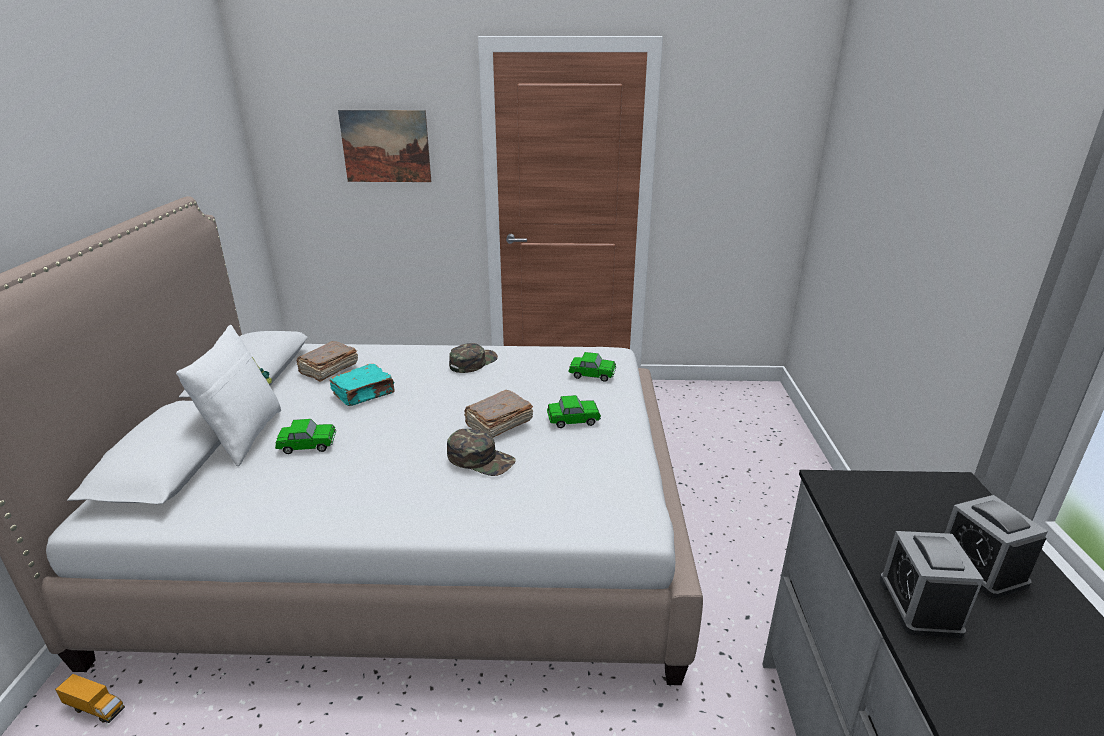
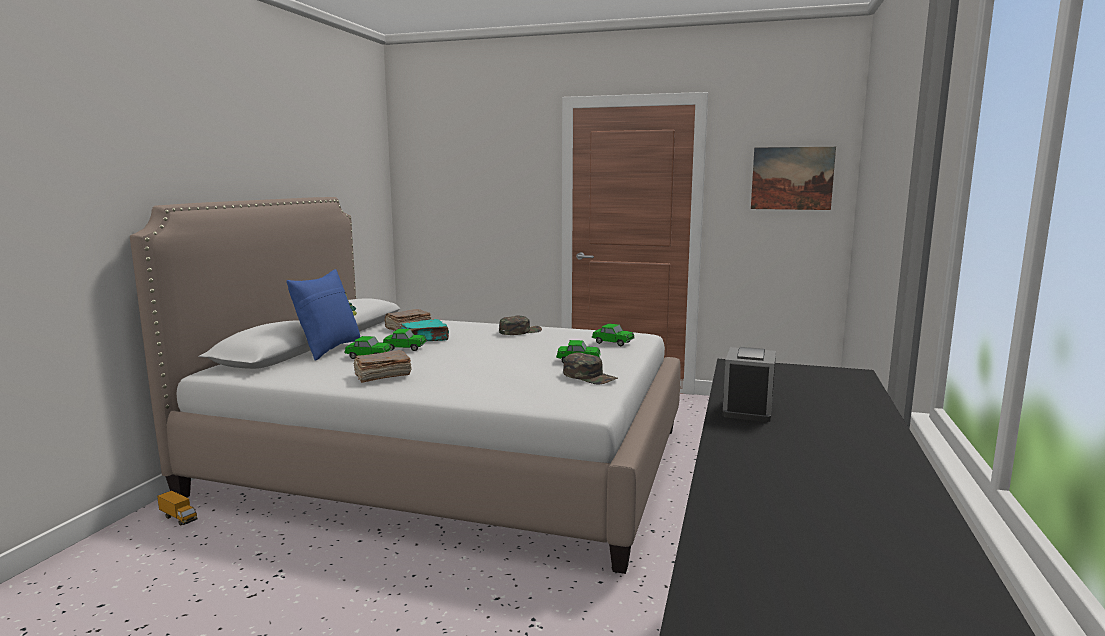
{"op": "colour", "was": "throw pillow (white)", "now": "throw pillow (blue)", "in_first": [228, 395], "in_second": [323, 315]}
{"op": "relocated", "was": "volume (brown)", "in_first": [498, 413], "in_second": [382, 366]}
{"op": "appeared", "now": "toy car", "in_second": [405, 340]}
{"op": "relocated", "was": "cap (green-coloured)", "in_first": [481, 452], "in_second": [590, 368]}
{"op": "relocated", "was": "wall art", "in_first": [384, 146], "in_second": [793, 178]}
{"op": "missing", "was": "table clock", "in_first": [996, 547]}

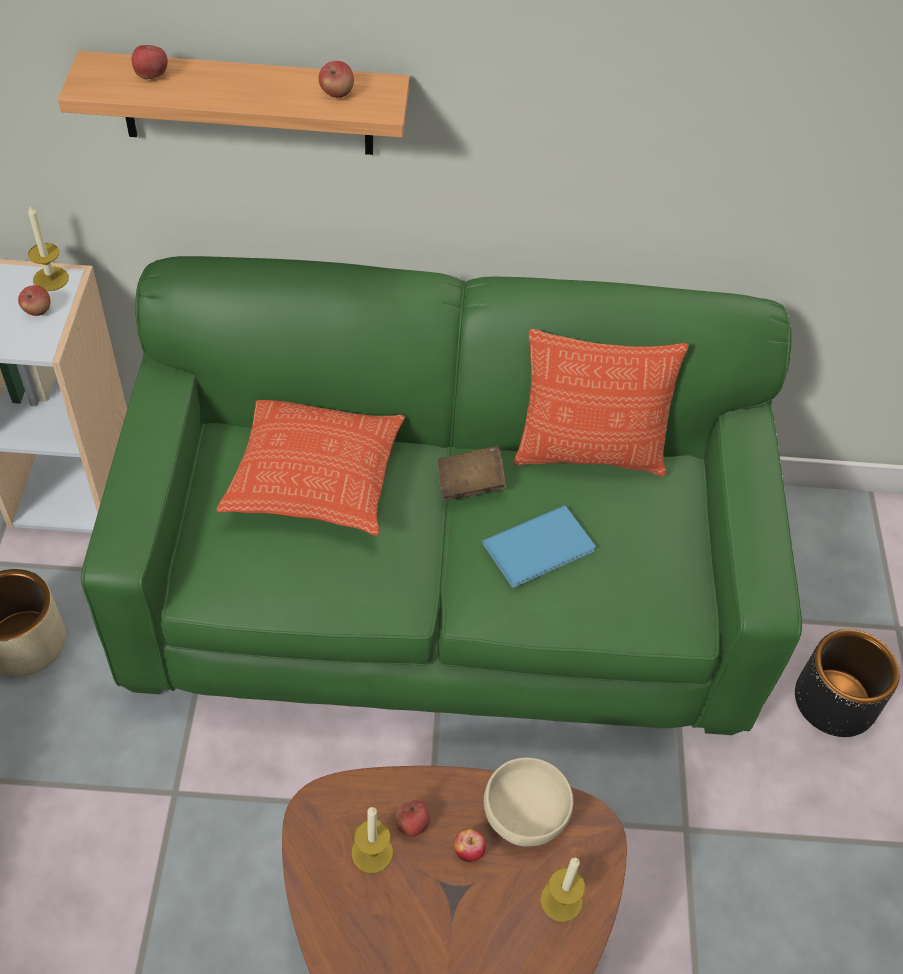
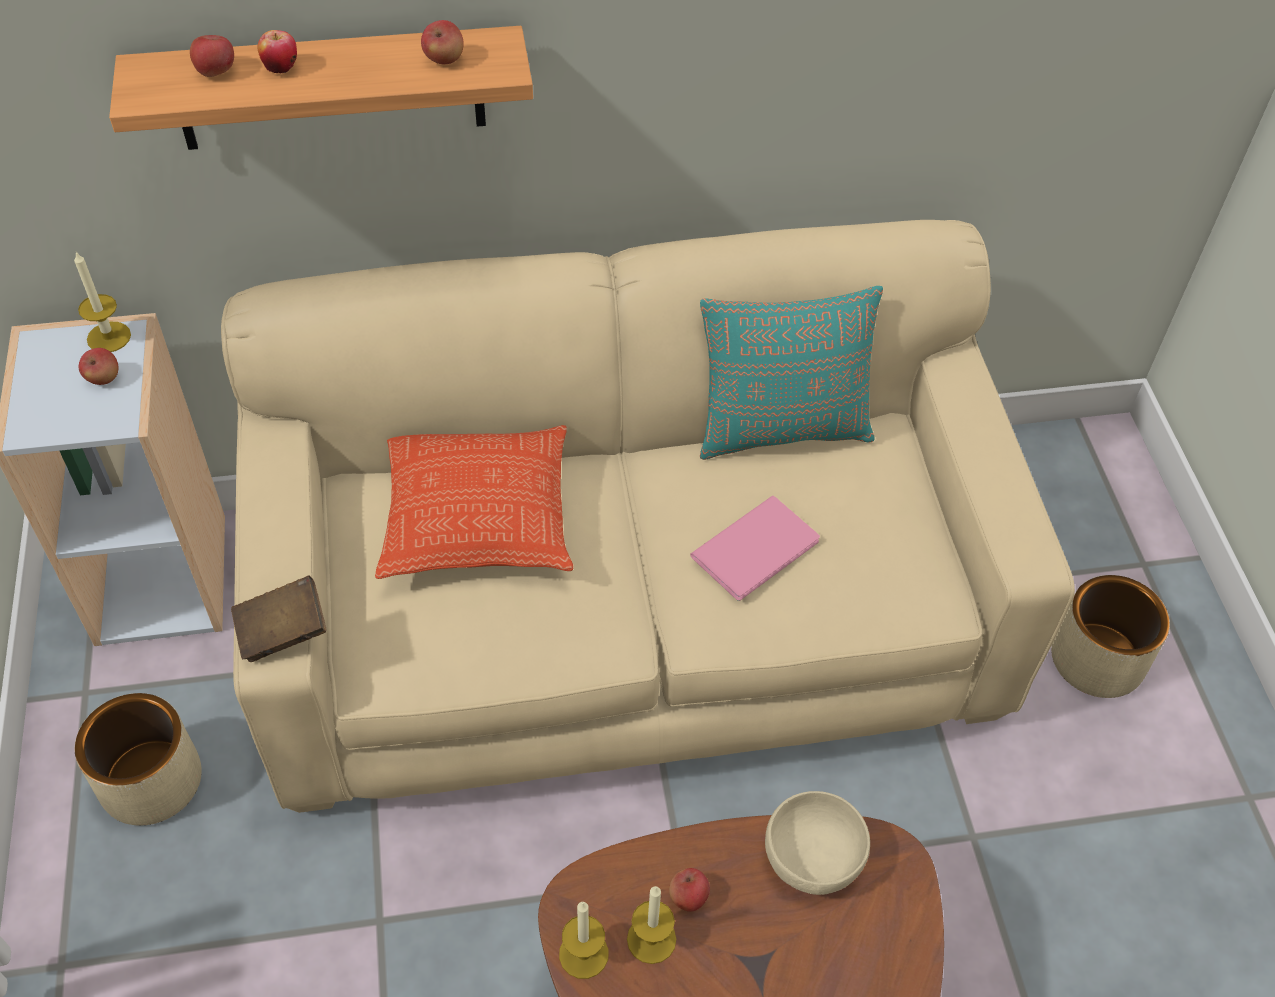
{"op": "colour", "was": "settee (green-coloured)", "now": "settee (sand-coloured)", "in_first": [441, 495], "in_second": [648, 516]}
{"op": "relocated", "was": "volume (brown)", "in_first": [471, 473], "in_second": [279, 619]}
{"op": "relocated", "was": "apple", "in_first": [470, 845], "in_second": [277, 51]}
{"op": "relocated", "was": "candle", "in_first": [562, 890], "in_second": [583, 940]}
{"op": "colour", "was": "volume (blue)", "now": "volume (pink)", "in_first": [538, 546], "in_second": [755, 548]}
{"op": "colour", "was": "throw pillow (orangey)", "now": "throw pillow (turquoise-coloured)", "in_first": [600, 403], "in_second": [791, 373]}
{"op": "colour", "was": "plant pot (blackish)", "now": "plant pot (sand-coloured)", "in_first": [847, 683], "in_second": [1110, 636]}

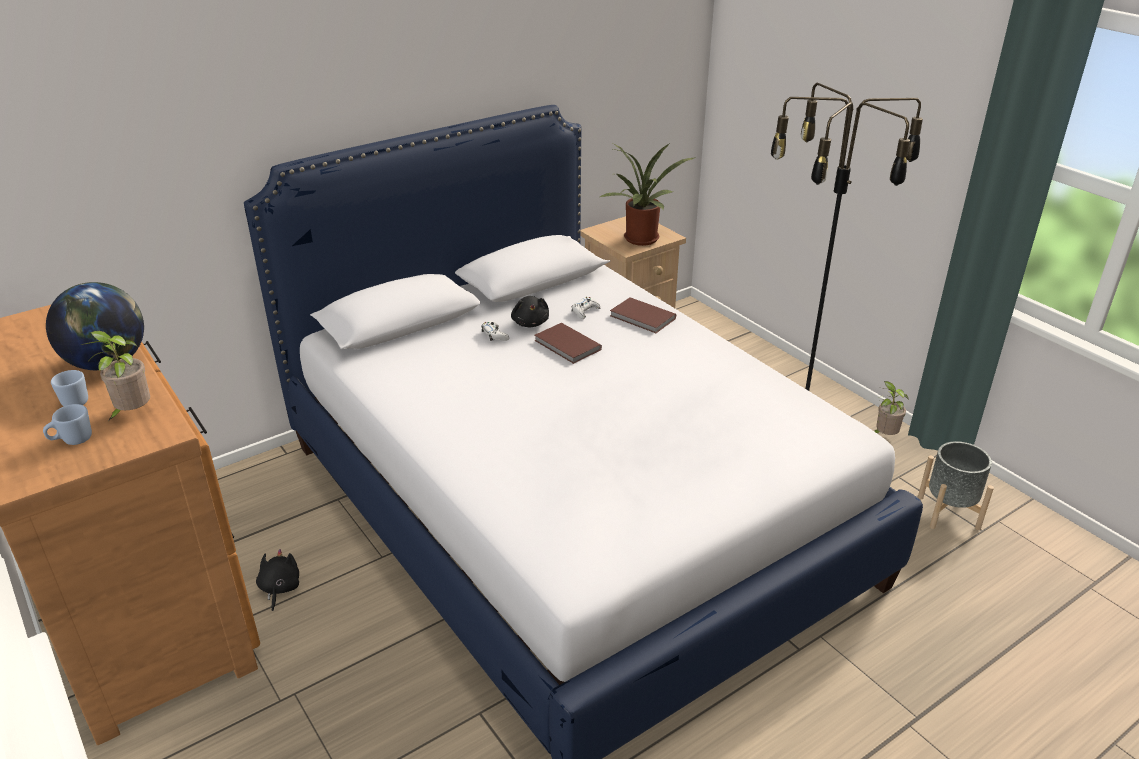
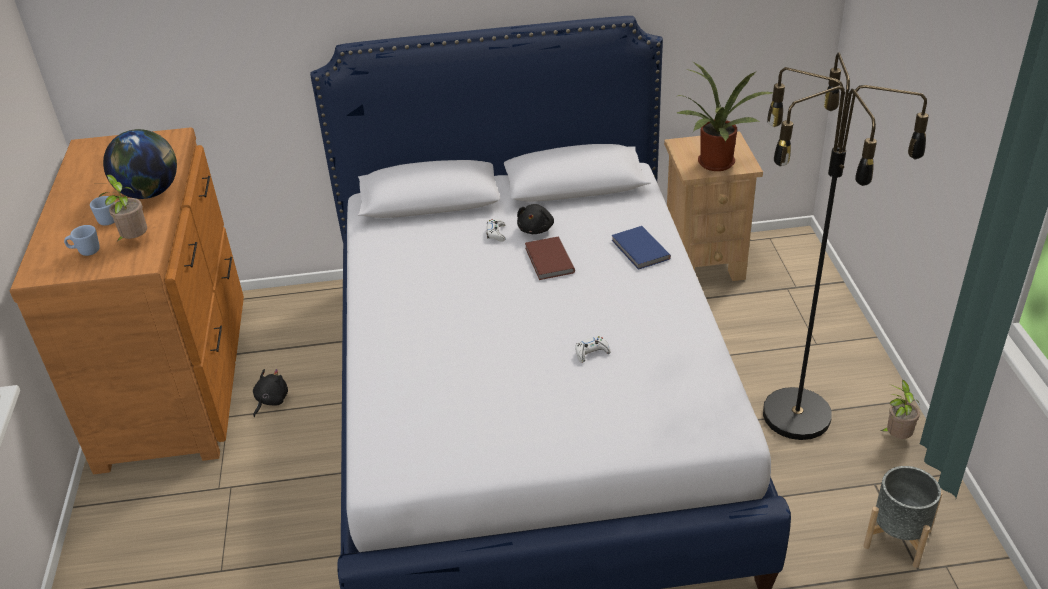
{"op": "relocated", "was": "joypad (white)", "in_first": [586, 308], "in_second": [592, 349]}
{"op": "colour", "was": "volume (brown)", "now": "volume (blue)", "in_first": [643, 315], "in_second": [641, 248]}

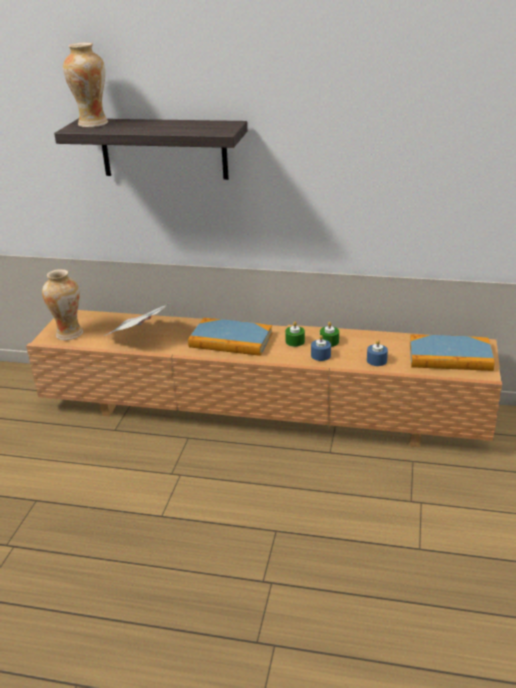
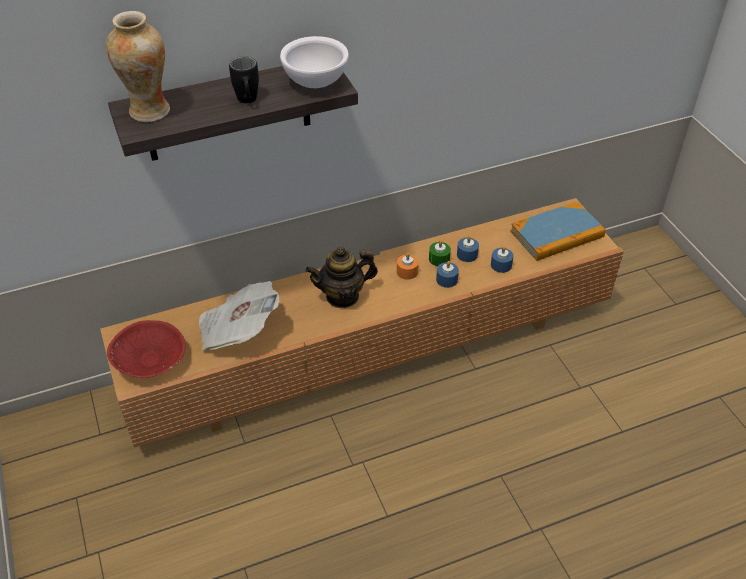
{"op": "exchanged", "was": "decorative vase", "now": "serving bowl (red-coloured)", "in_first": [62, 304], "in_second": [146, 349]}
{"op": "appeared", "now": "tea mug (blackish)", "in_second": [244, 79]}
{"op": "appeared", "now": "serving bowl (white)", "in_second": [314, 62]}
{"op": "exchanged", "was": "volume", "now": "pot for tea", "in_first": [230, 337], "in_second": [342, 277]}
{"op": "colour", "was": "candle (green-coloured)", "now": "candle (orangey)", "in_first": [295, 334], "in_second": [407, 266]}
{"op": "appeared", "now": "candle (blue)", "in_second": [468, 249]}

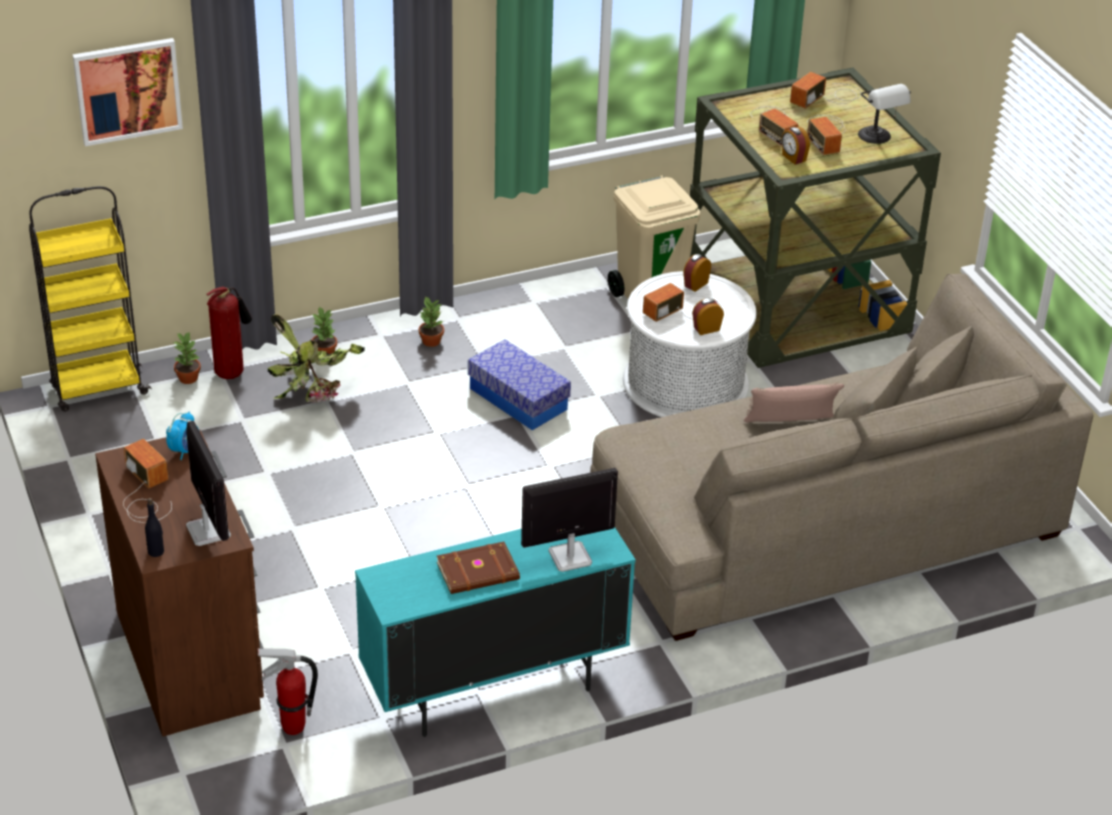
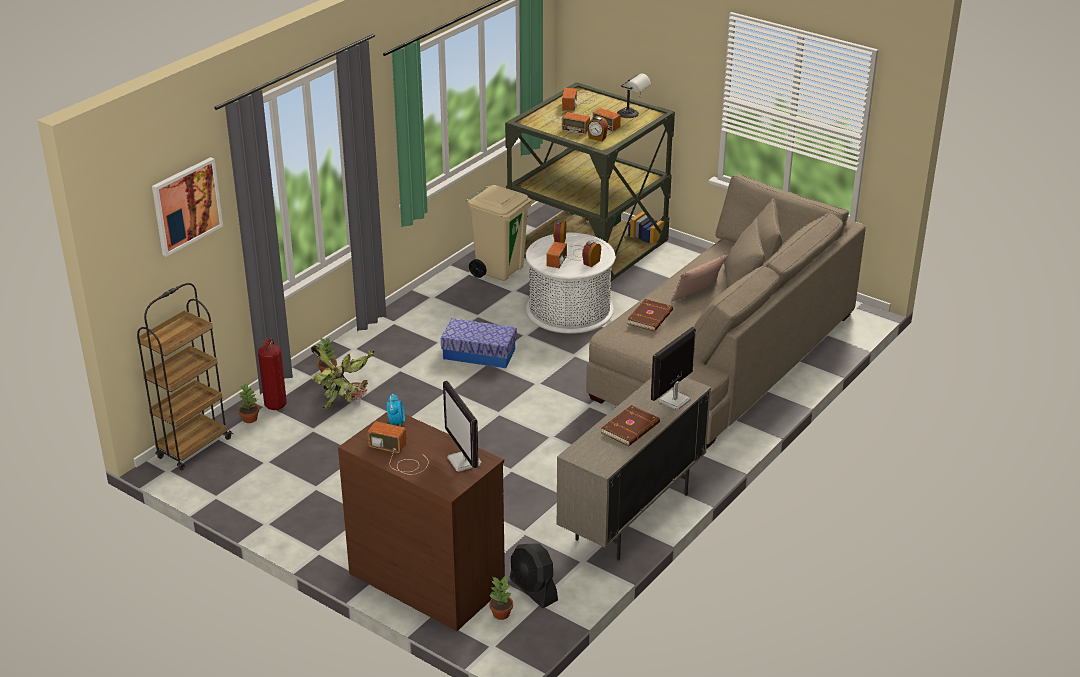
{"op": "colour", "was": "wheeled cart (yellow-coloured)", "now": "wheeled cart (brown)", "in_first": [90, 299], "in_second": [185, 376]}
{"op": "spun", "was": "computer display", "in_first": [208, 483], "in_second": [462, 426], "clockwise": -150}
{"op": "relocated", "was": "plant in a pot", "in_first": [431, 321], "in_second": [501, 598]}
{"op": "exchanged", "was": "fire extinguisher", "now": "electric fan (blackish)", "in_first": [288, 691], "in_second": [534, 575]}
{"op": "colour", "was": "cupboard (turquoise-coloured)", "now": "cupboard (sand-coloured)", "in_first": [495, 632], "in_second": [633, 469]}
{"op": "appeared", "now": "volume (brown)", "in_second": [650, 315]}
{"op": "missing", "was": "beverage bottle (blackish)", "in_first": [154, 527]}

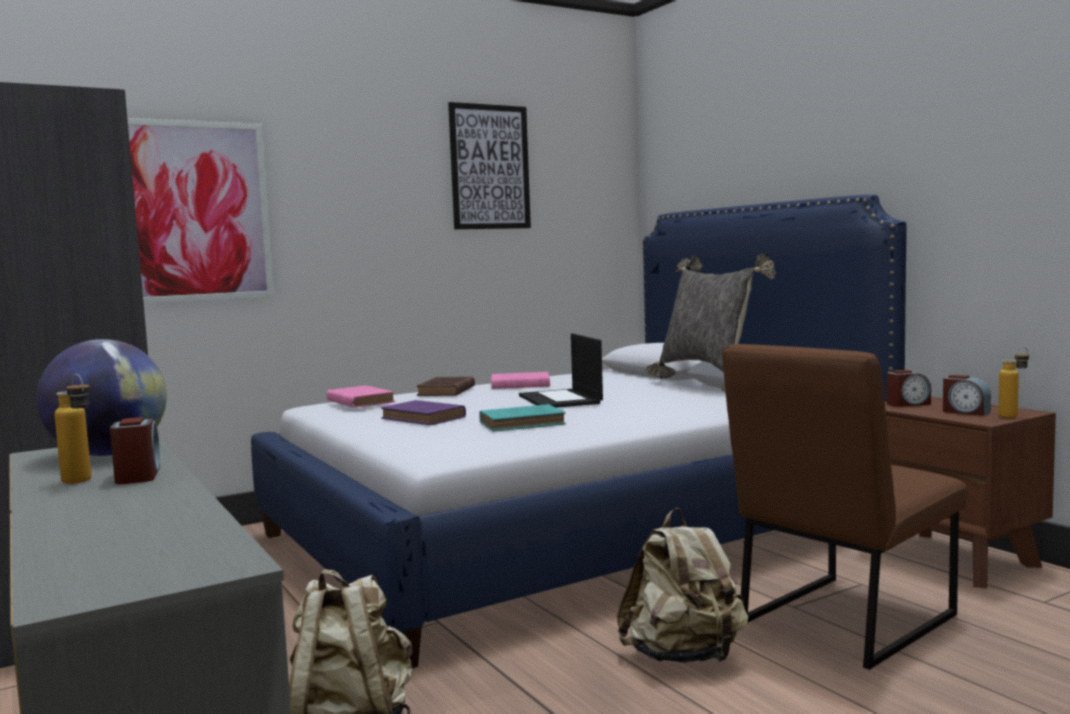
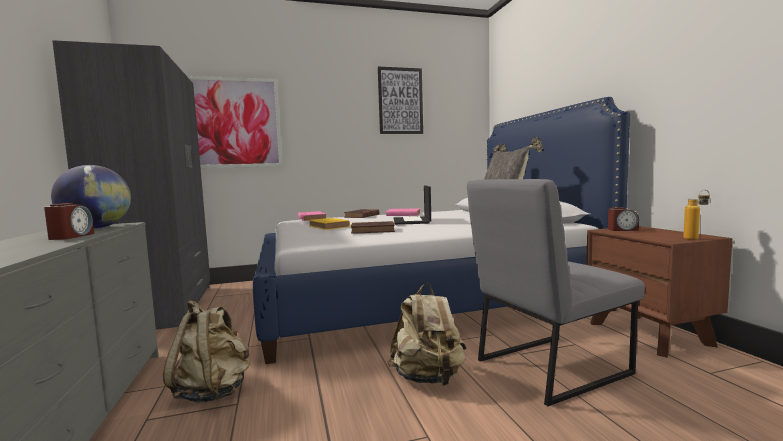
{"op": "colour", "was": "volume (purple)", "now": "volume (yellow-coloured)", "in_first": [423, 412], "in_second": [329, 224]}
{"op": "colour", "was": "volume (turquoise-coloured)", "now": "volume (brown)", "in_first": [522, 418], "in_second": [373, 227]}
{"op": "colour", "was": "chair (brown)", "now": "chair (grey)", "in_first": [845, 507], "in_second": [556, 292]}
{"op": "missing", "was": "beverage bottle", "in_first": [73, 429]}
{"op": "missing", "was": "table clock", "in_first": [967, 395]}

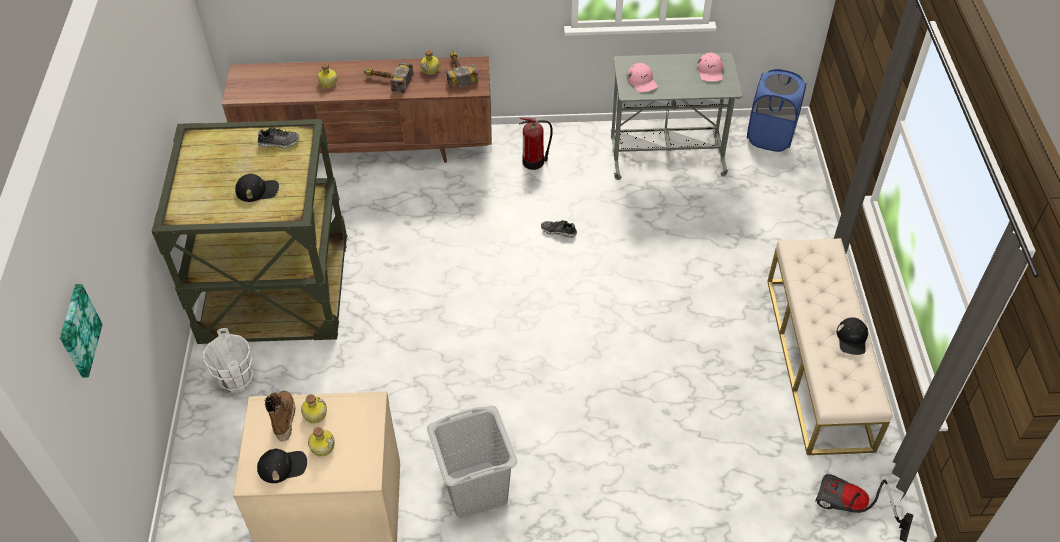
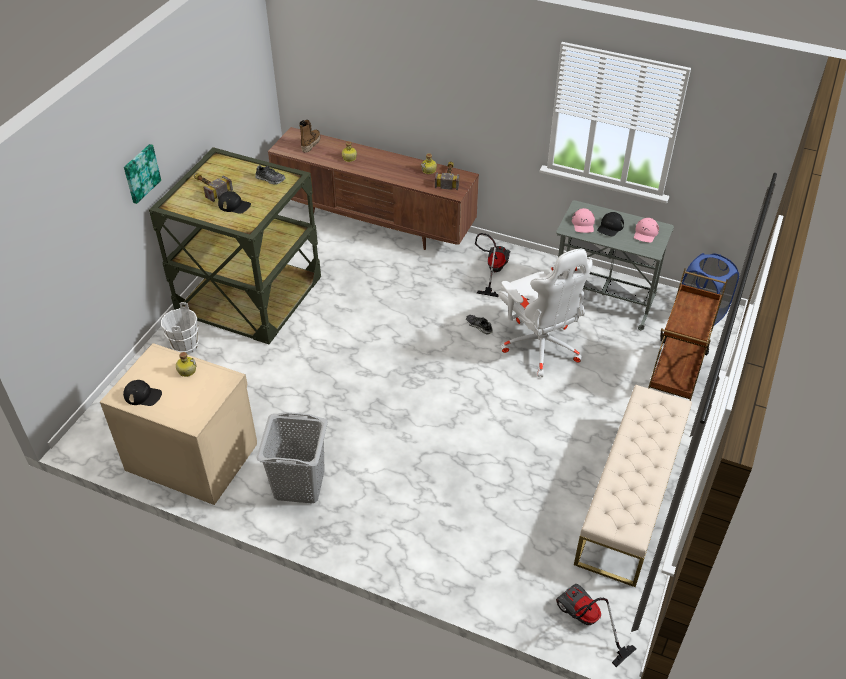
{"op": "relocated", "was": "wall art", "in_first": [81, 331], "in_second": [142, 174]}
{"op": "relocated", "was": "hand hammer", "in_first": [388, 77], "in_second": [213, 187]}
{"op": "relocated", "was": "boot", "in_first": [280, 415], "in_second": [309, 136]}
{"op": "exchanged", "was": "fire extinguisher", "now": "vacuum cleaner", "in_first": [536, 143], "in_second": [493, 265]}
{"op": "appeared", "now": "desk chair (white)", "in_second": [546, 313]}
{"op": "relocated", "was": "cap (blackish)", "in_first": [852, 336], "in_second": [610, 224]}
{"op": "appeared", "now": "wheeled cart (brown)", "in_second": [688, 334]}
{"op": "missing", "was": "beverage bottle", "in_first": [321, 442]}

